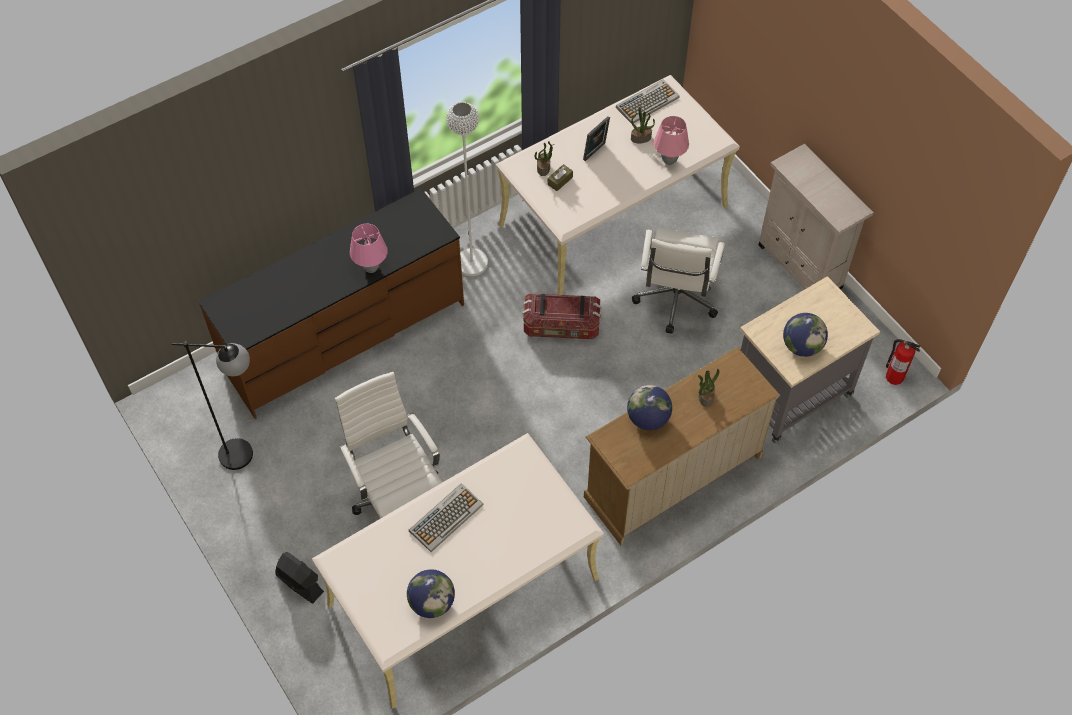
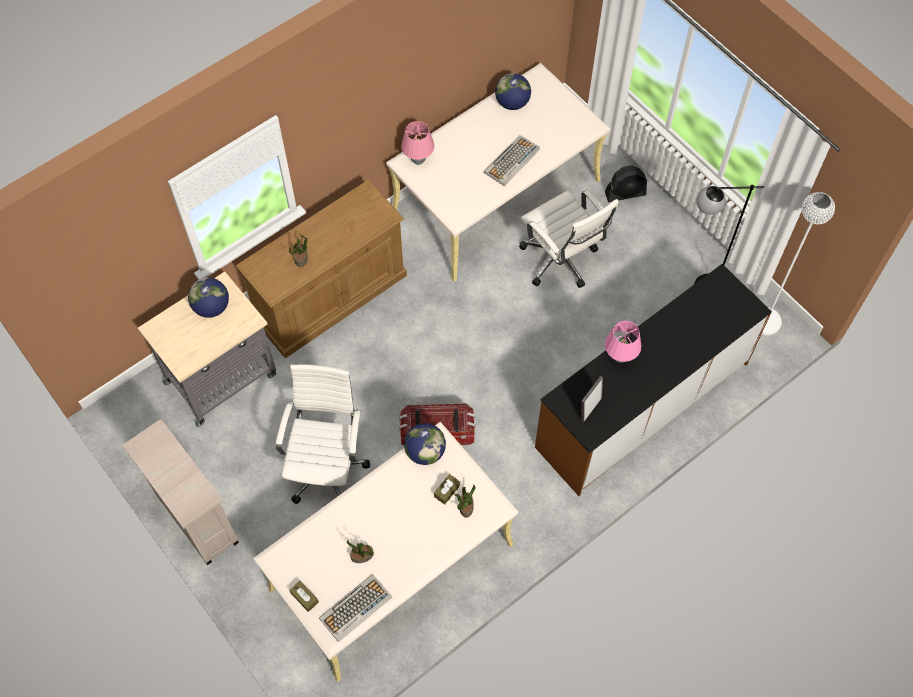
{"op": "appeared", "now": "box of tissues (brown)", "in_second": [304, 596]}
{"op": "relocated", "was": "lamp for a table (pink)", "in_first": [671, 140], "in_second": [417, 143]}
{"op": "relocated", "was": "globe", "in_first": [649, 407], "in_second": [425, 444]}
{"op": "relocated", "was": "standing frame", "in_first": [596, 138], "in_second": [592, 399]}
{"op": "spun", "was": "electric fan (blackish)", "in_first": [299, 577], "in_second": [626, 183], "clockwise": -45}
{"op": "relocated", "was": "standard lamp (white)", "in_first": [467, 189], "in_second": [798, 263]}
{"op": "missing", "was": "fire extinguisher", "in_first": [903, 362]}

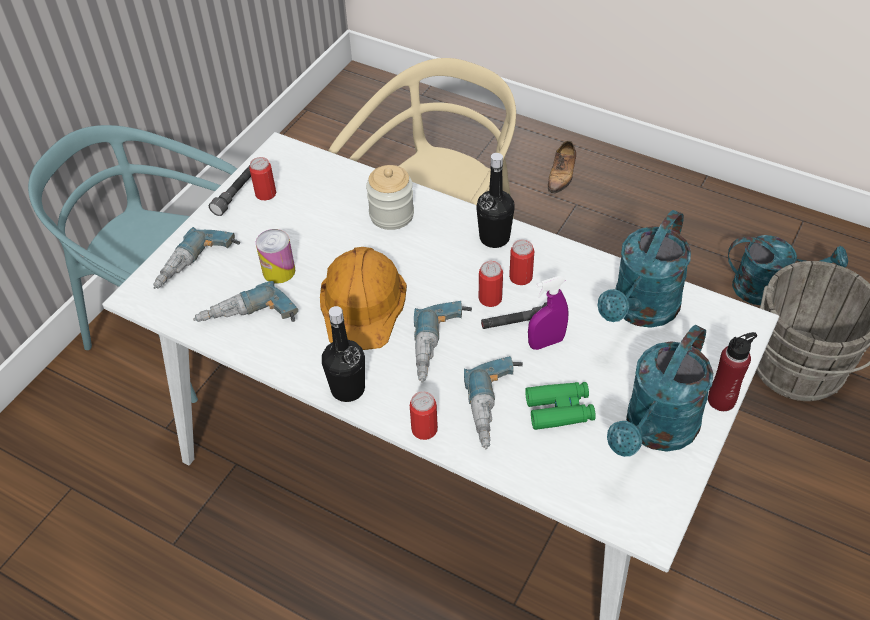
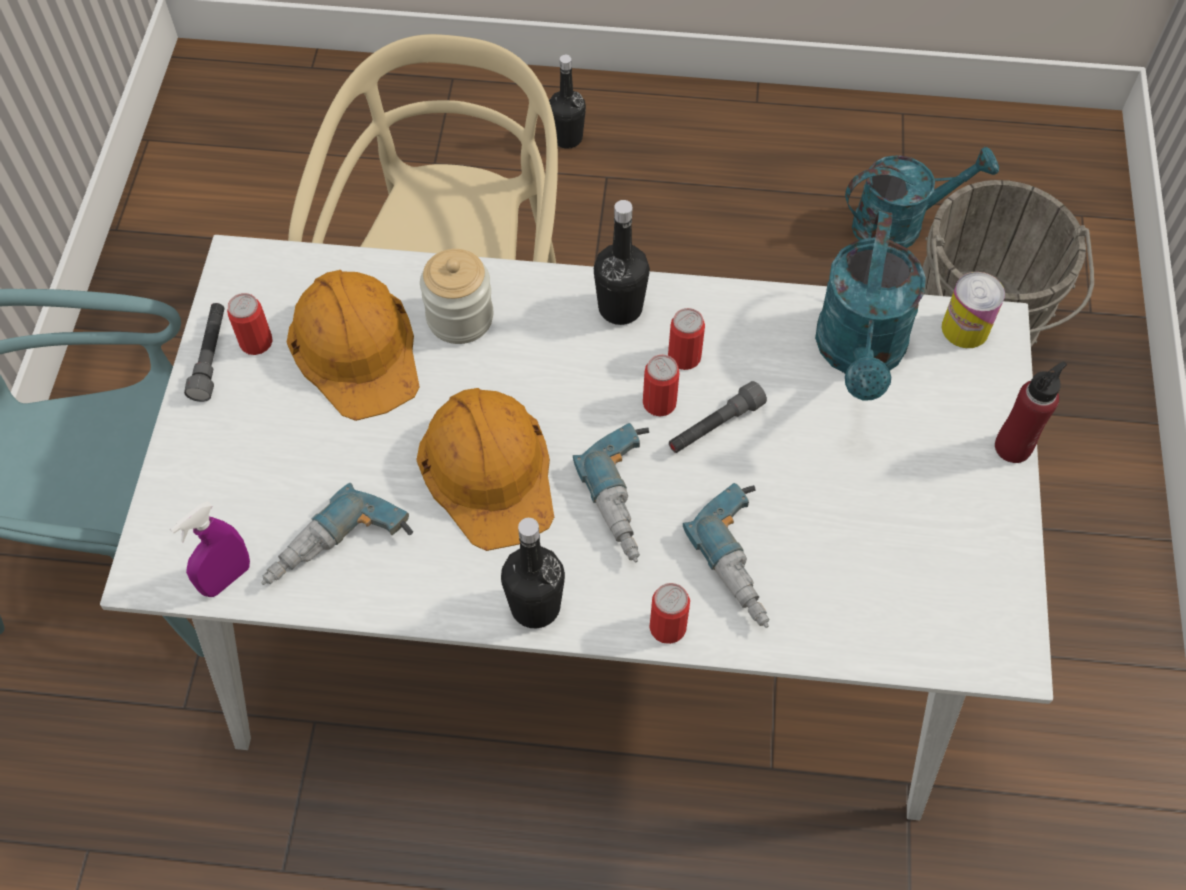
{"op": "relocated", "was": "sprayer (purple)", "in_first": [548, 313], "in_second": [210, 549]}
{"op": "appeared", "now": "work helmet (orangey)", "in_second": [353, 345]}
{"op": "exchanged", "was": "item of footwear", "now": "beverage bottle (blackish)", "in_first": [562, 167], "in_second": [567, 102]}
{"op": "relocated", "was": "sealed can", "in_first": [275, 256], "in_second": [973, 310]}
{"op": "missing", "was": "electric drill", "in_first": [196, 258]}
{"op": "missing", "was": "field glasses (green-coloured)", "in_first": [560, 406]}
{"op": "missing", "was": "watering pot (turquoise-coloured)", "in_first": [660, 391]}

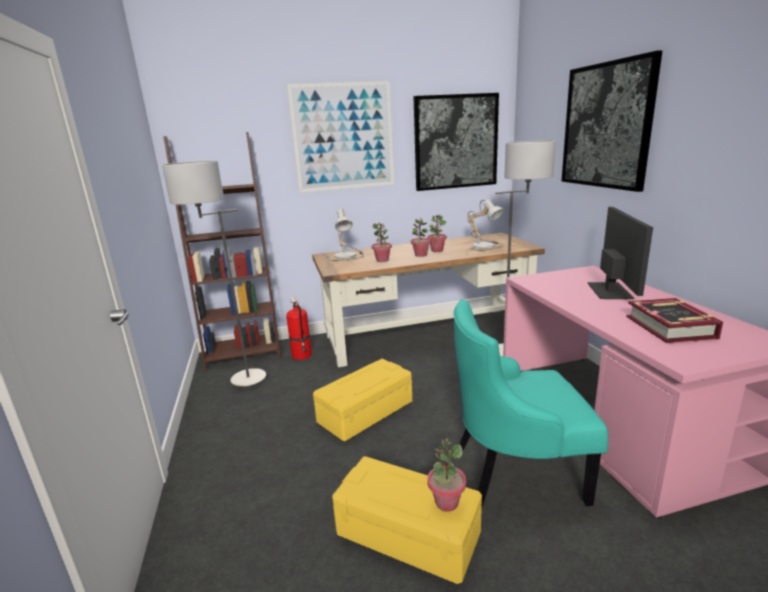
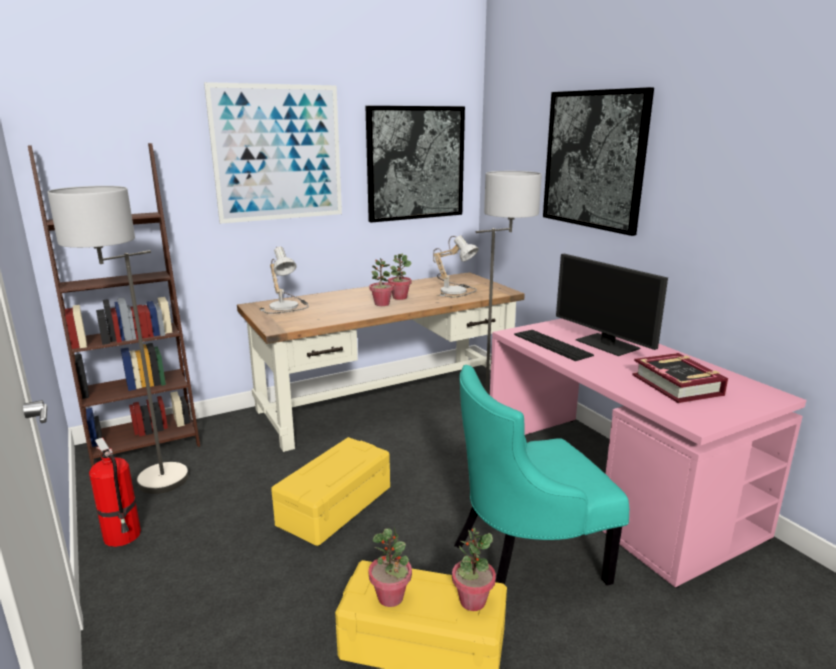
{"op": "relocated", "was": "fire extinguisher", "in_first": [299, 328], "in_second": [115, 492]}
{"op": "relocated", "was": "plant in a pot", "in_first": [382, 242], "in_second": [390, 567]}
{"op": "appeared", "now": "computer keyboard", "in_second": [554, 345]}
{"op": "spun", "was": "computer display", "in_first": [620, 253], "in_second": [612, 305], "clockwise": 150}

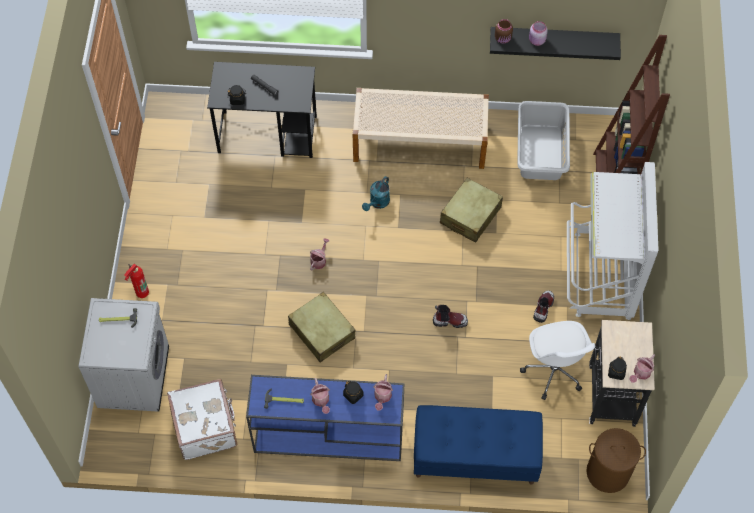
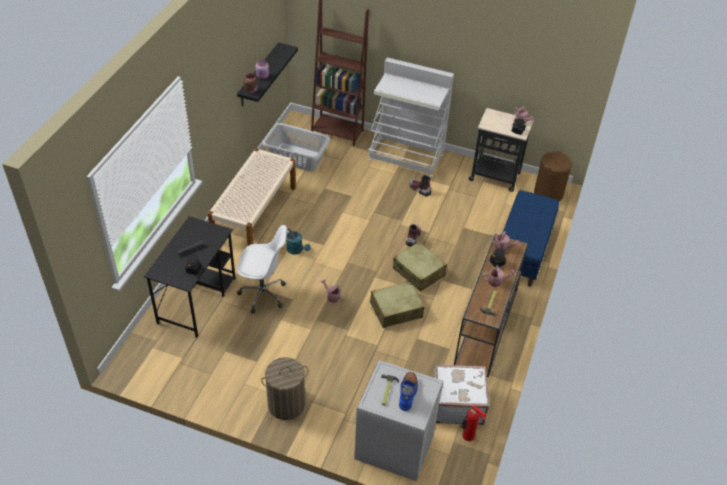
{"op": "relocated", "was": "desk chair (white)", "in_first": [557, 360], "in_second": [262, 269]}
{"op": "appeared", "now": "washing basket", "in_second": [284, 388]}
{"op": "relocated", "was": "piece of luggage (sand-coloured)", "in_first": [471, 210], "in_second": [420, 267]}
{"op": "appeared", "now": "boot (blue)", "in_second": [408, 391]}
{"op": "colour", "was": "console table (blue)", "now": "console table (brown)", "in_first": [325, 418], "in_second": [491, 305]}
{"op": "relocated", "was": "fire extinguisher", "in_first": [136, 281], "in_second": [473, 423]}

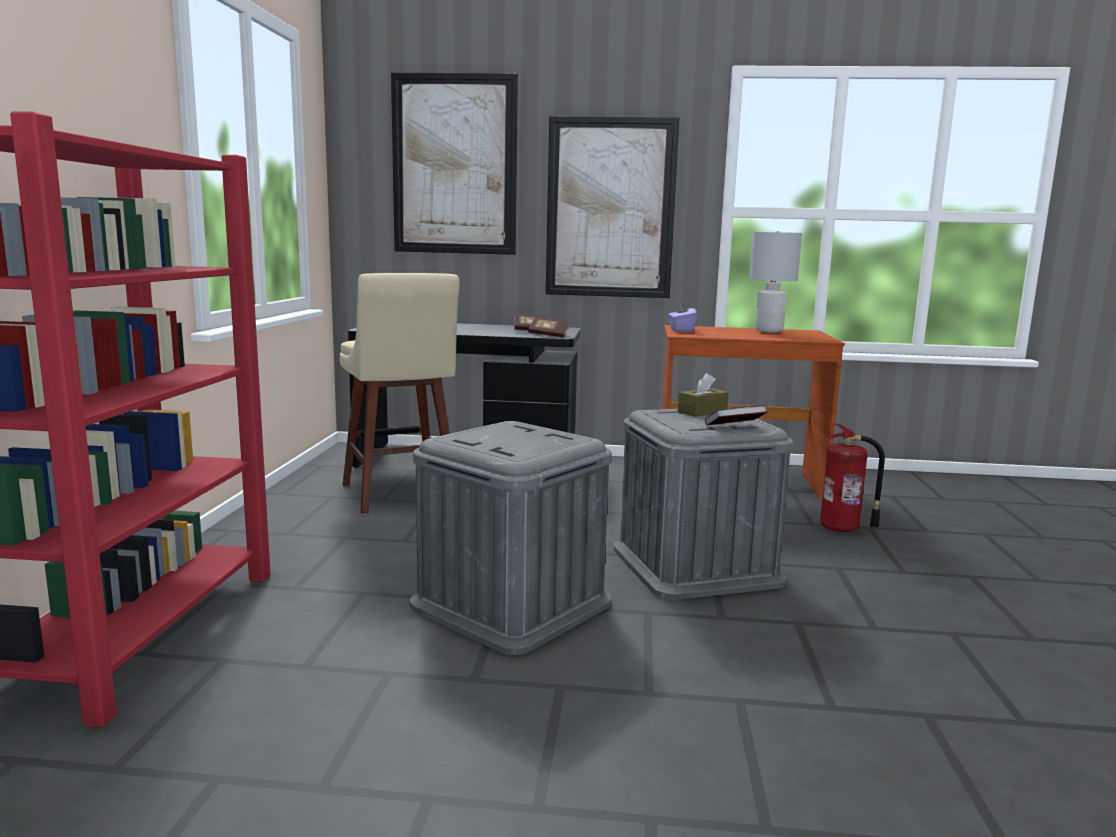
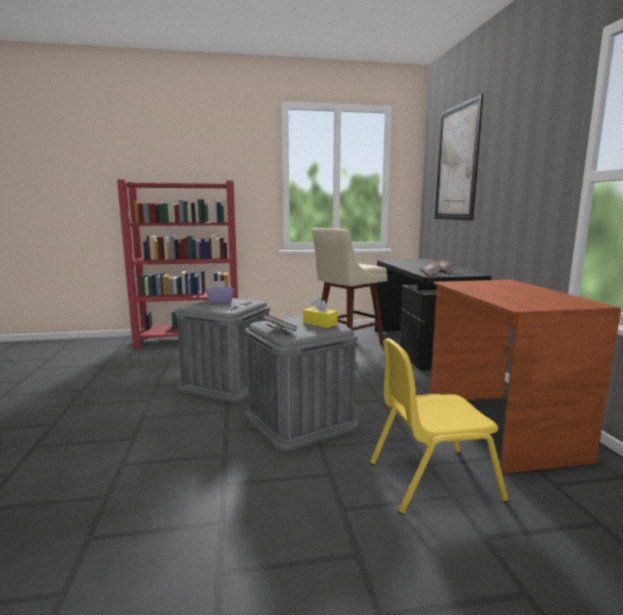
{"op": "relocated", "was": "box of tissues (purple)", "in_first": [683, 317], "in_second": [220, 292]}
{"op": "colour", "was": "box of tissues (brown)", "now": "box of tissues (yellow-coloured)", "in_first": [703, 395], "in_second": [320, 313]}
{"op": "exchanged", "was": "fire extinguisher", "now": "chair (yellow-coloured)", "in_first": [852, 476], "in_second": [439, 426]}
{"op": "missing", "was": "wall art", "in_first": [612, 207]}
{"op": "missing", "was": "lamp for a table (grey)", "in_first": [775, 282]}

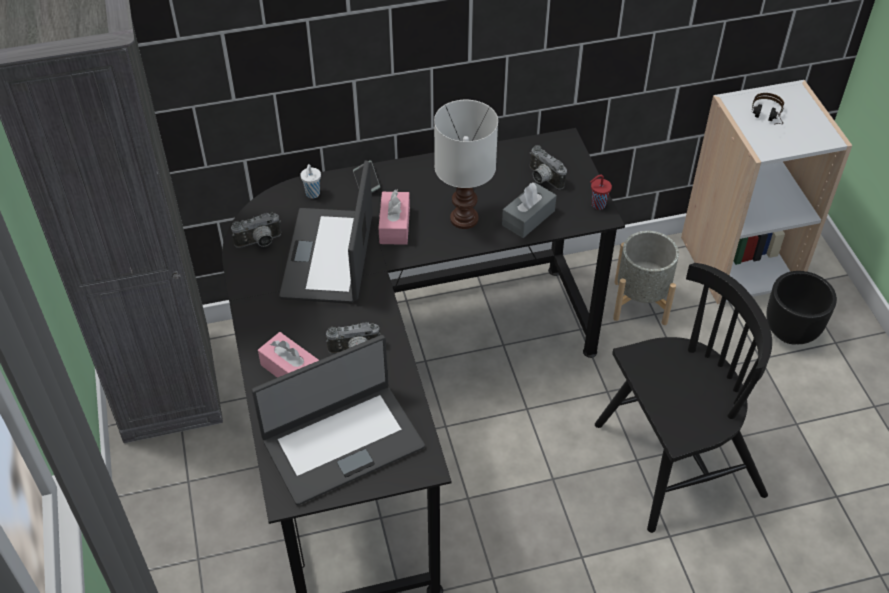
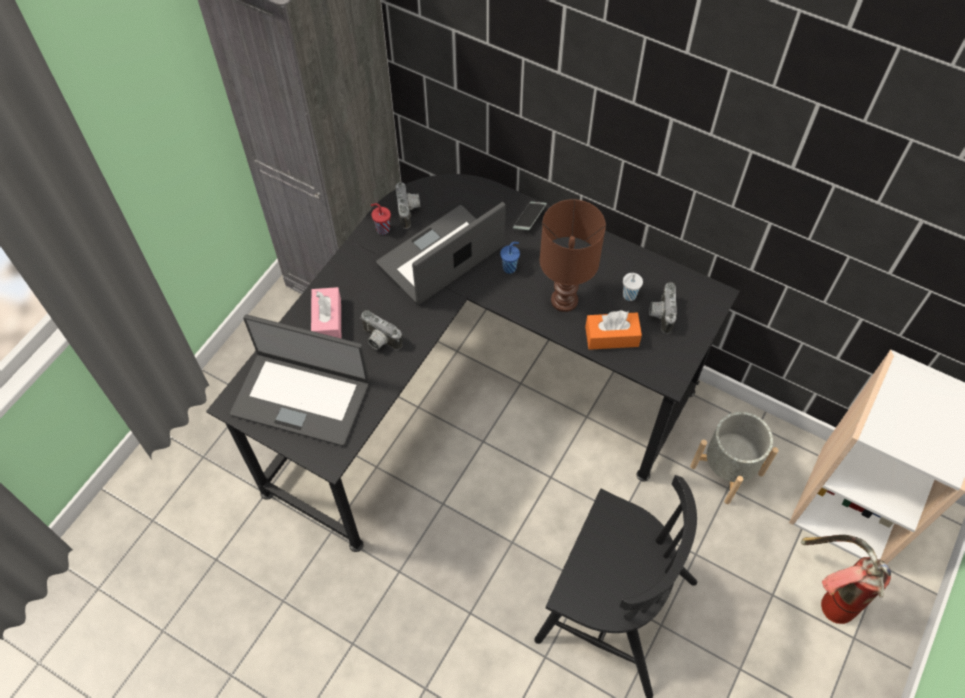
{"op": "relocated", "was": "cup (red-coloured)", "in_first": [601, 192], "in_second": [381, 219]}
{"op": "spun", "was": "still camera", "in_first": [256, 230], "in_second": [408, 205], "clockwise": -120}
{"op": "exchanged", "was": "box of tissues (pink)", "now": "cup (blue)", "in_first": [394, 217], "in_second": [510, 258]}
{"op": "colour", "was": "lamp for a table (white)", "now": "lamp for a table (brown)", "in_first": [466, 164], "in_second": [573, 255]}
{"op": "colour", "was": "box of tissues (grey)", "now": "box of tissues (orangey)", "in_first": [529, 210], "in_second": [613, 330]}
{"op": "relocated", "was": "cup (white)", "in_first": [310, 181], "in_second": [633, 287]}
{"op": "exchanged", "was": "plant pot (blackish)", "now": "fire extinguisher", "in_first": [801, 307], "in_second": [846, 579]}
{"op": "missing", "was": "headphones", "in_first": [768, 109]}

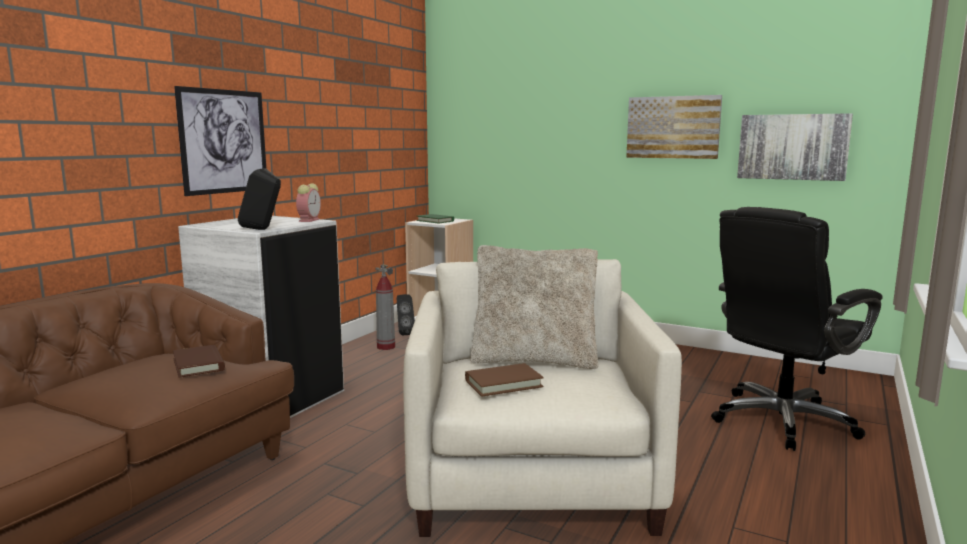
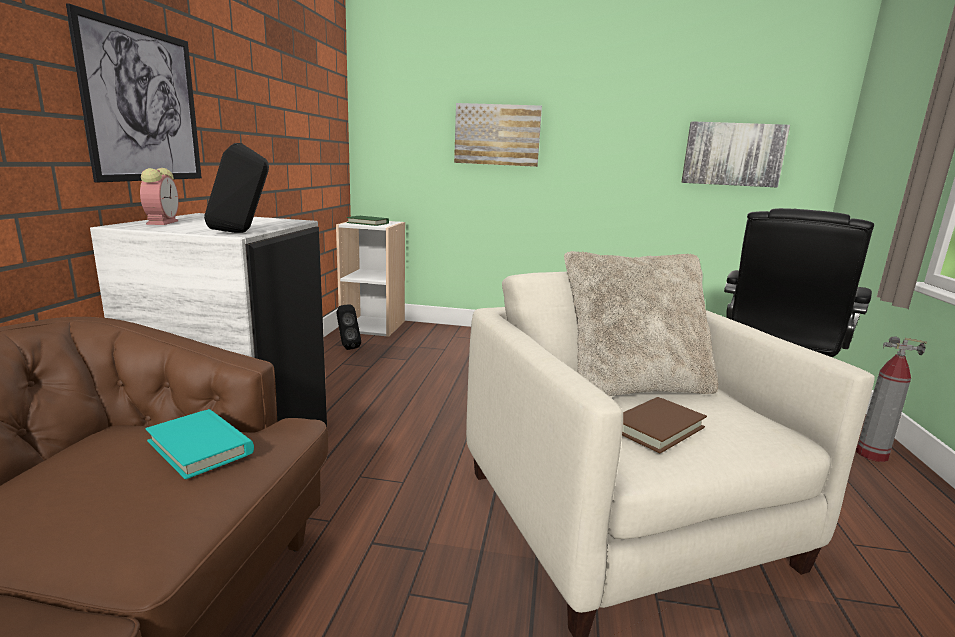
{"op": "relocated", "was": "table clock", "in_first": [308, 202], "in_second": [159, 196]}
{"op": "colour", "was": "volume (brown)", "now": "volume (turquoise-coloured)", "in_first": [199, 361], "in_second": [199, 444]}
{"op": "relocated", "was": "wall art", "in_first": [674, 127], "in_second": [498, 135]}
{"op": "relocated", "was": "fire extinguisher", "in_first": [385, 307], "in_second": [891, 399]}

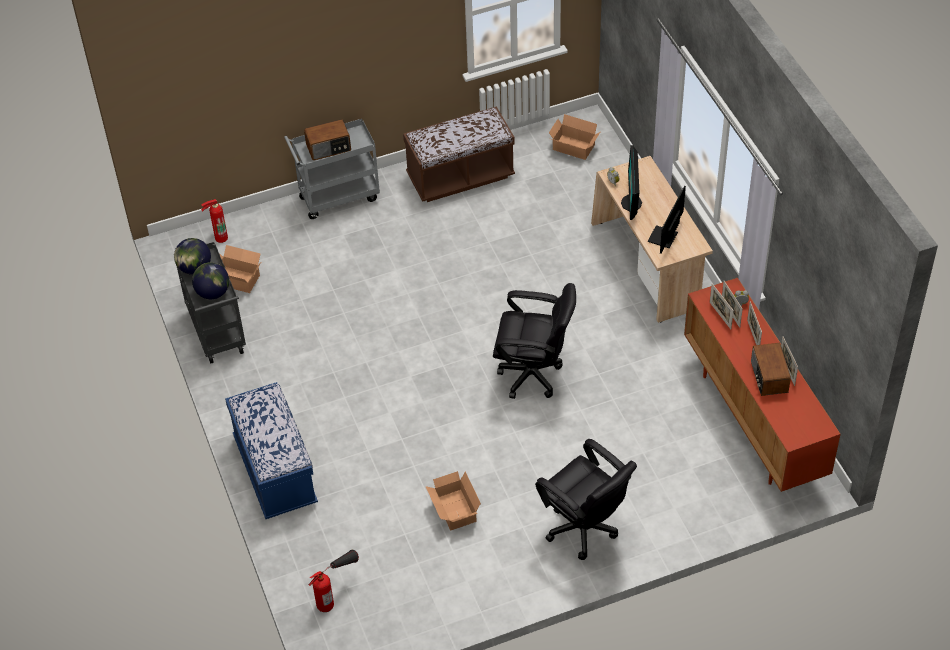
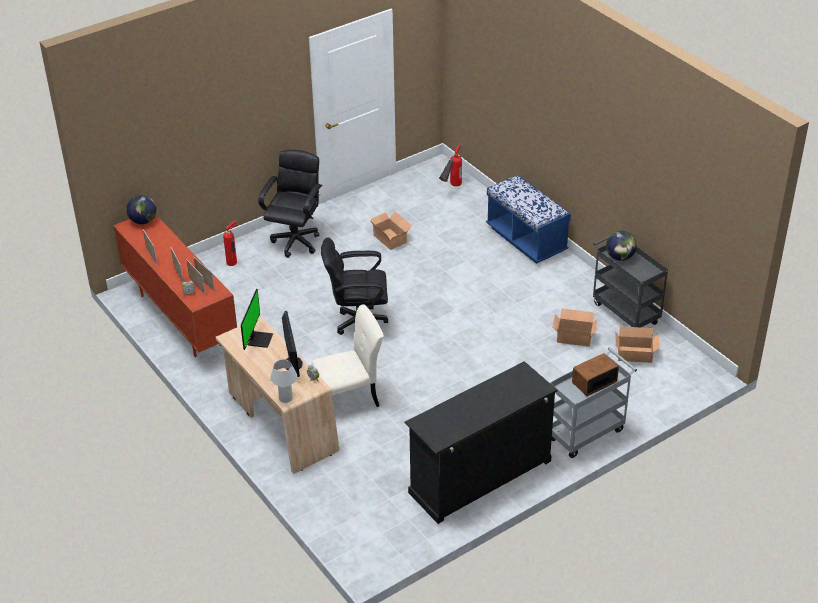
{"op": "relocated", "was": "globe", "in_first": [192, 256], "in_second": [142, 209]}
{"op": "relocated", "was": "fire extinguisher", "in_first": [214, 221], "in_second": [230, 243]}
{"op": "spun", "was": "desk chair (blackish)", "in_first": [586, 499], "in_second": [290, 204], "clockwise": 75}
{"op": "appeared", "now": "lamp for a table (white)", "in_second": [284, 381]}
{"op": "appeared", "now": "chair (sand-coloured)", "in_second": [348, 356]}
{"op": "exchanged", "was": "long seat (brown)", "now": "cupboard (blackish)", "in_first": [459, 154], "in_second": [481, 442]}
{"op": "relocated", "was": "carton", "in_first": [574, 137], "in_second": [574, 328]}
{"op": "missing", "was": "radio set", "in_first": [771, 369]}

